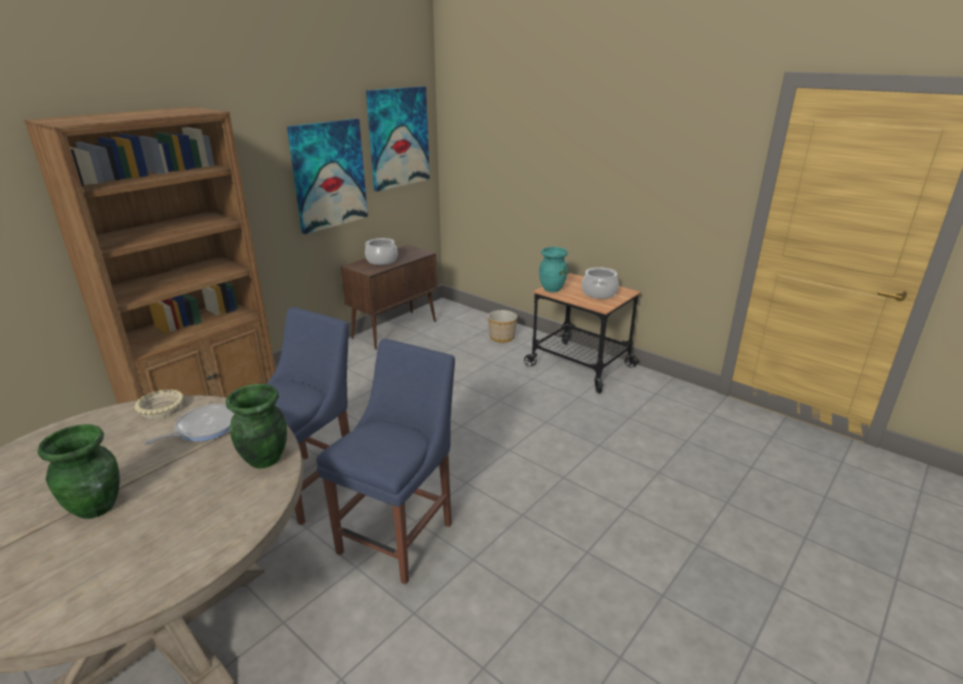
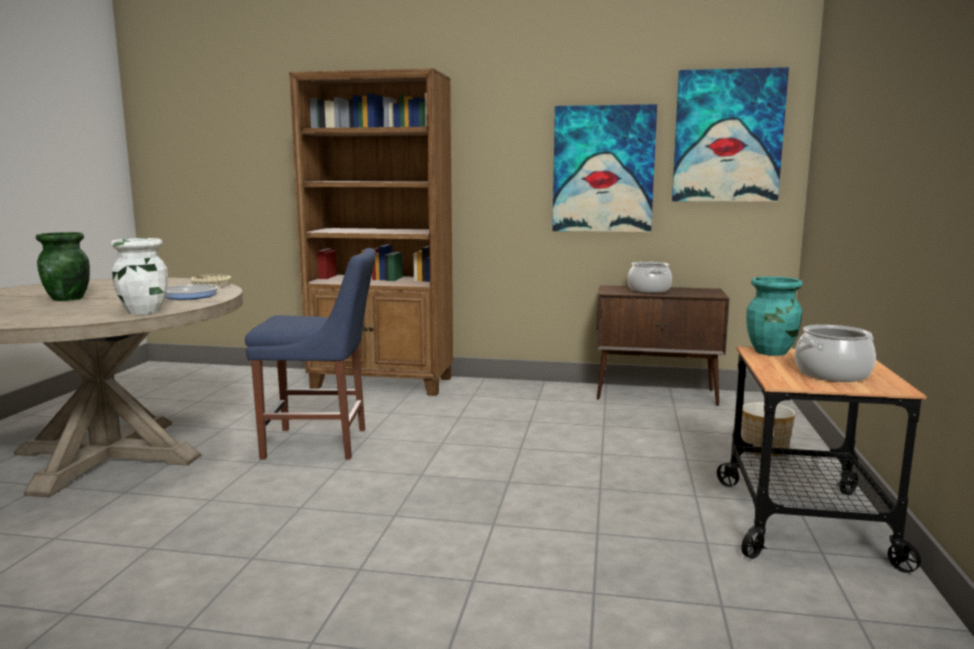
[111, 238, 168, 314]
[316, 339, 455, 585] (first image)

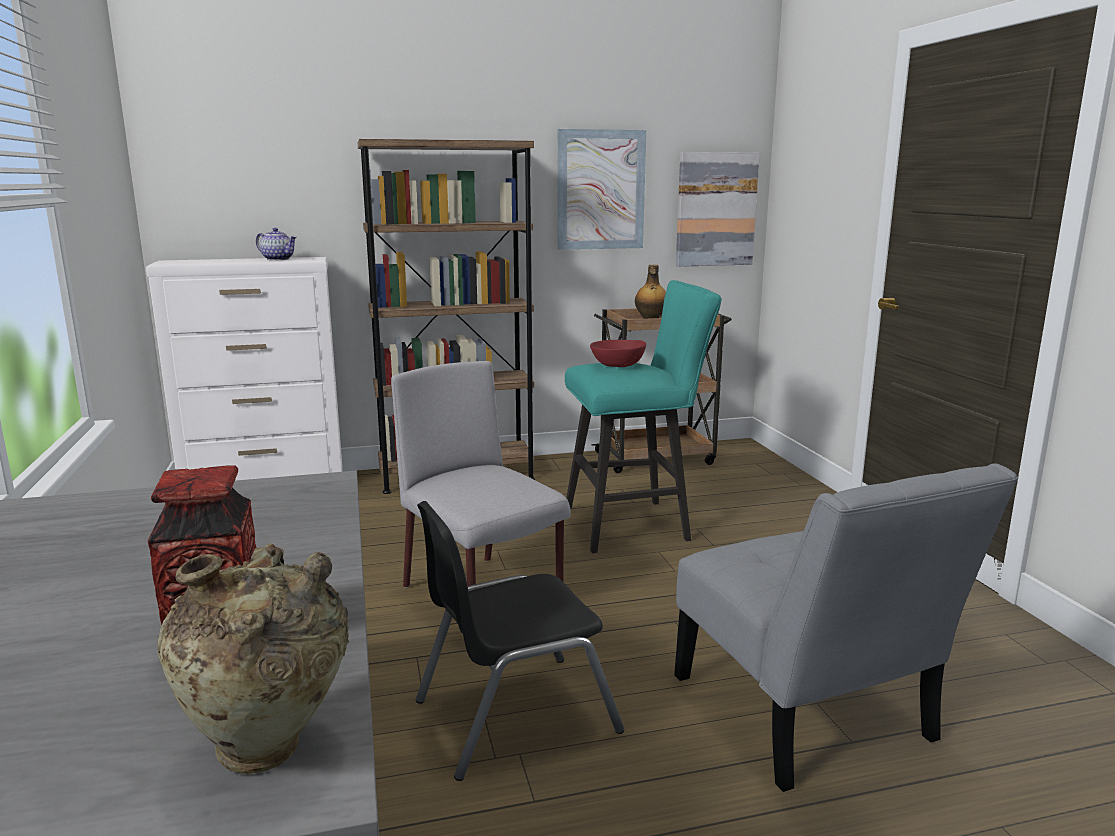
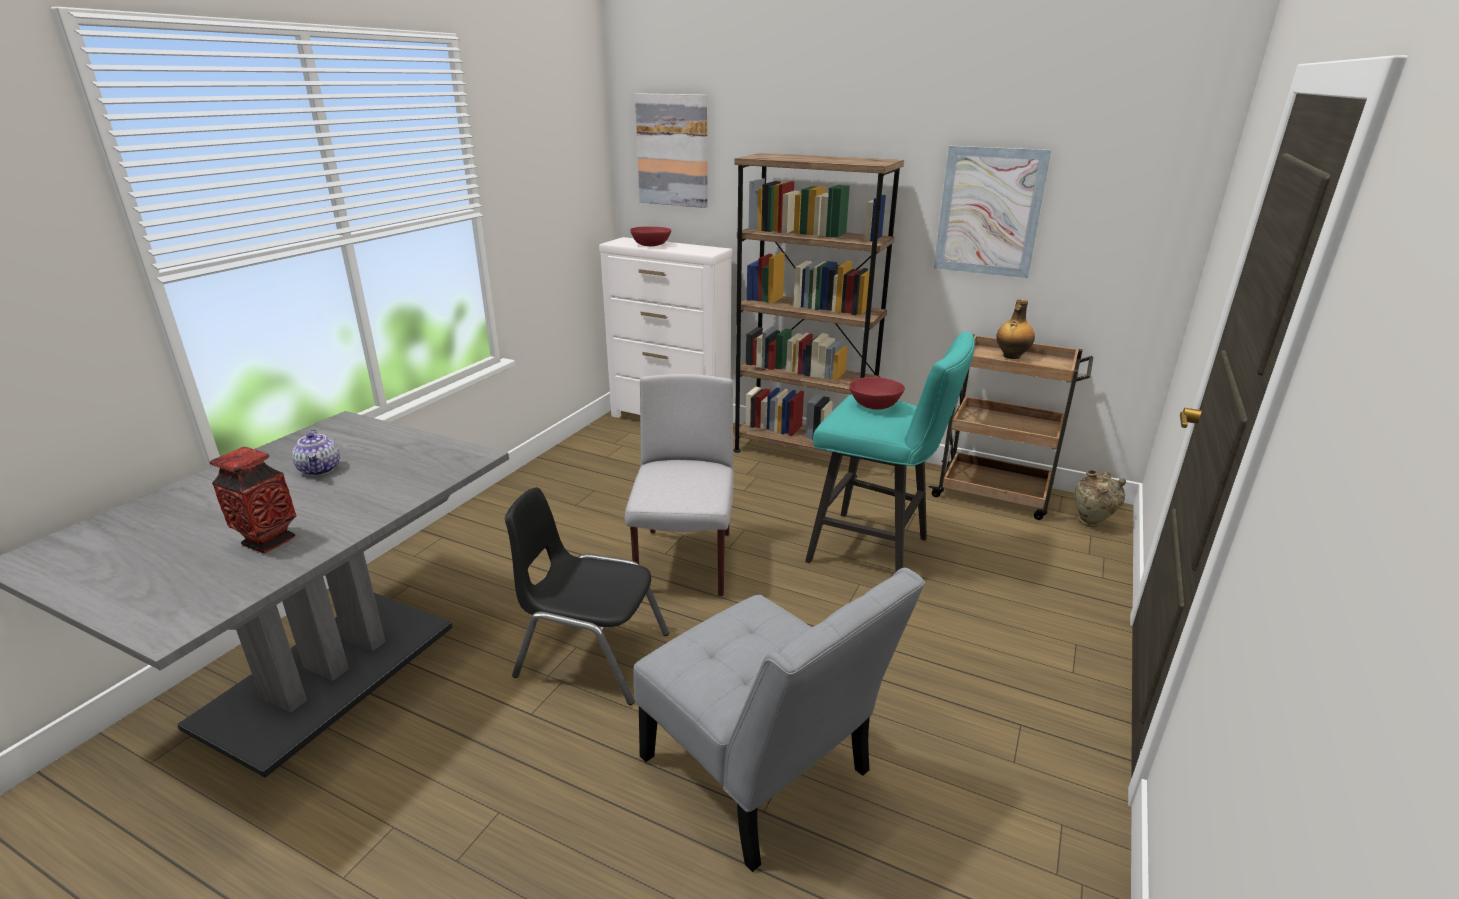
[1075, 470, 1126, 527]
[292, 429, 340, 476]
[633, 568, 925, 872]
[635, 93, 708, 208]
[630, 227, 671, 246]

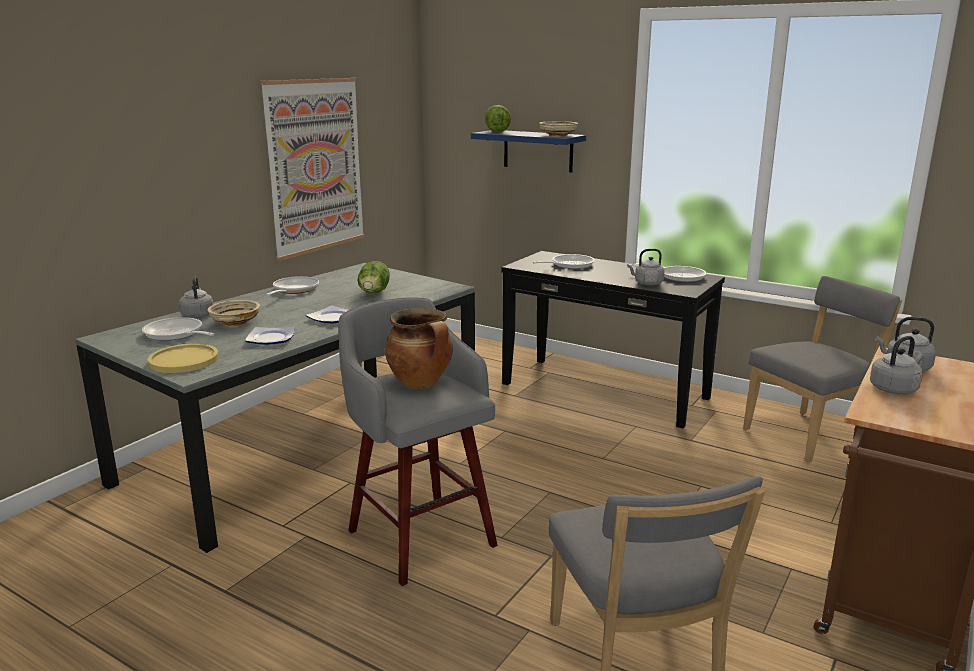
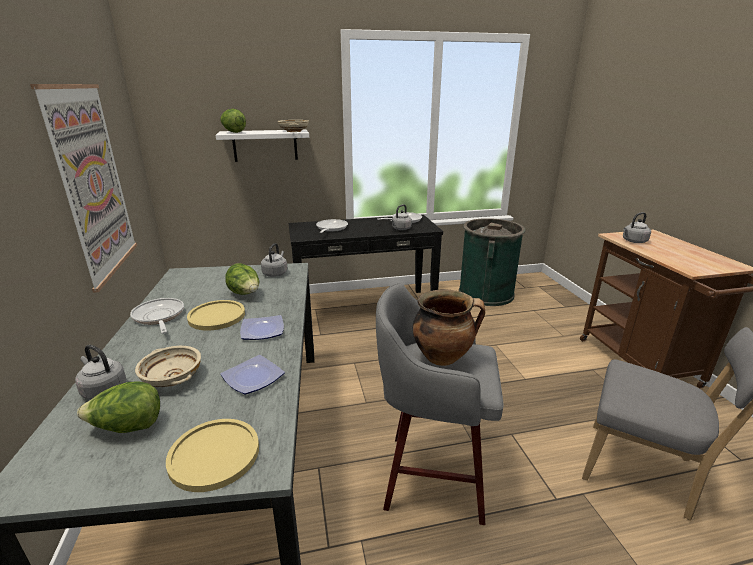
[77, 381, 160, 433]
[216, 130, 309, 162]
[459, 218, 525, 306]
[261, 243, 288, 277]
[187, 300, 245, 331]

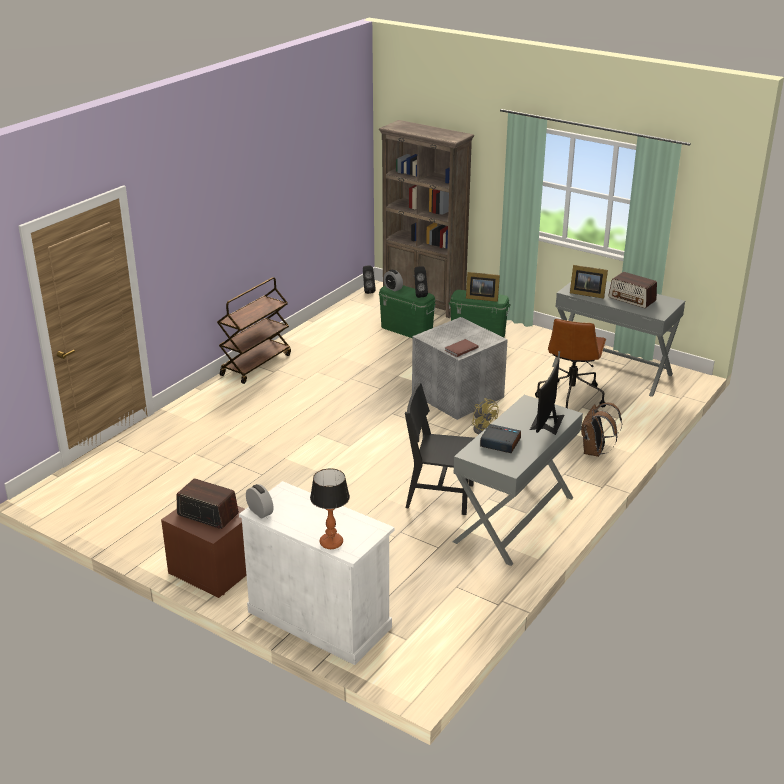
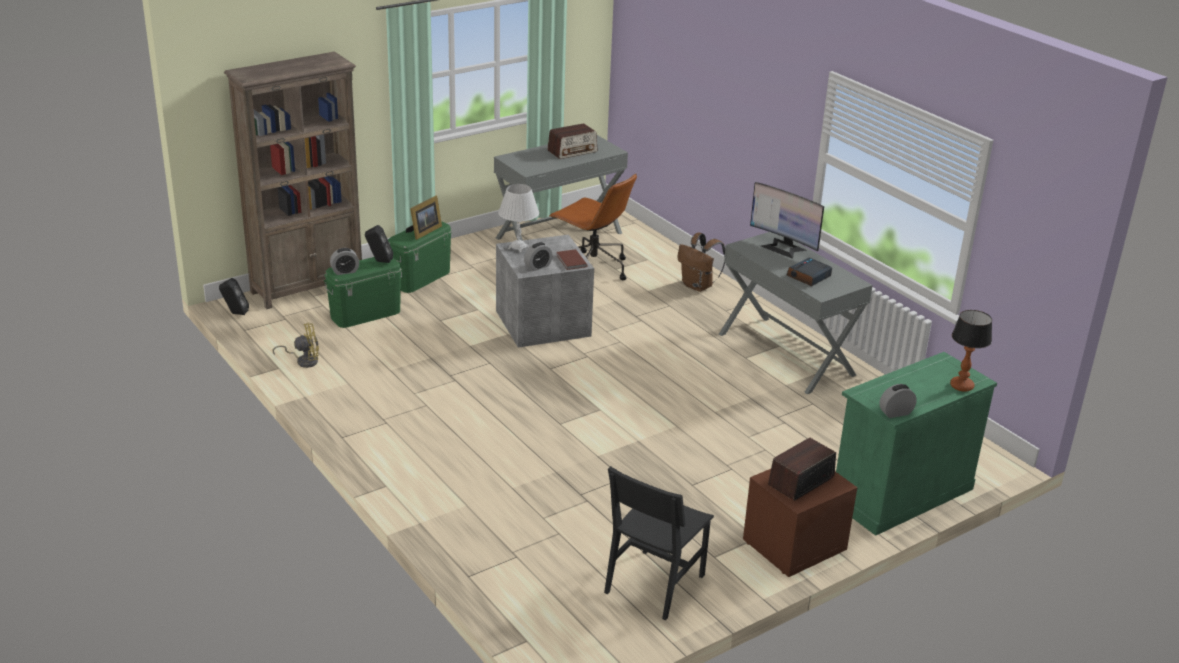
[217, 277, 291, 384] (first image)
[836, 352, 997, 536]
[604, 466, 714, 620]
[273, 323, 319, 368]
[570, 265, 608, 299] (first image)
[498, 184, 539, 253]
[524, 242, 553, 271]

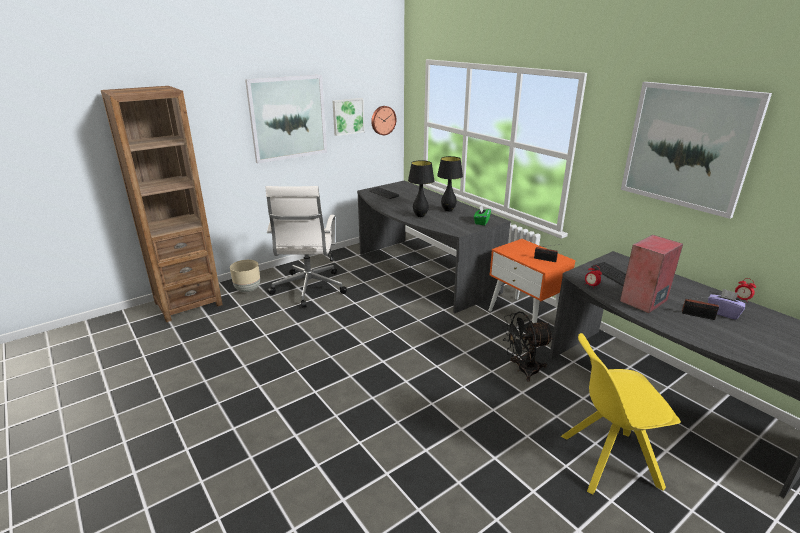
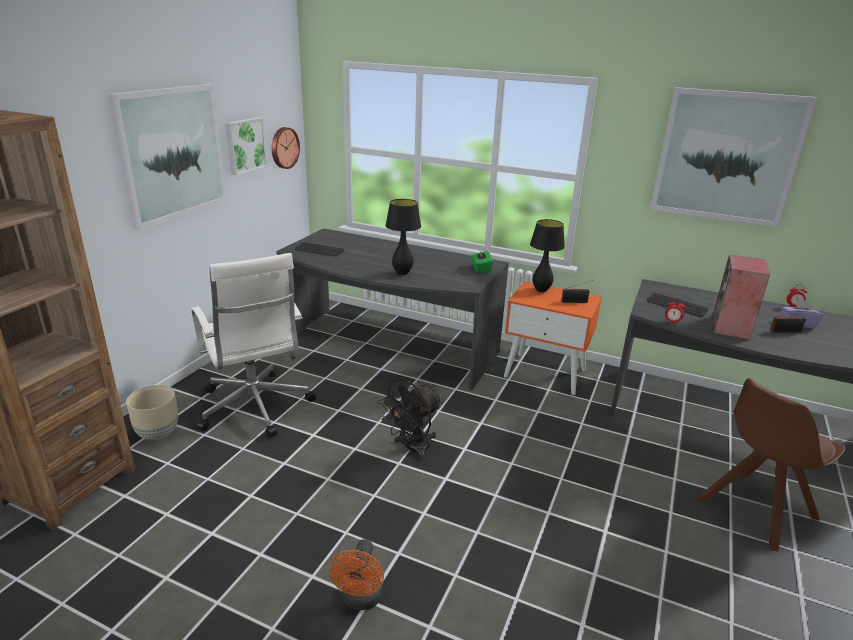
[530, 219, 565, 292]
[377, 378, 443, 461]
[699, 378, 846, 551]
[329, 539, 384, 610]

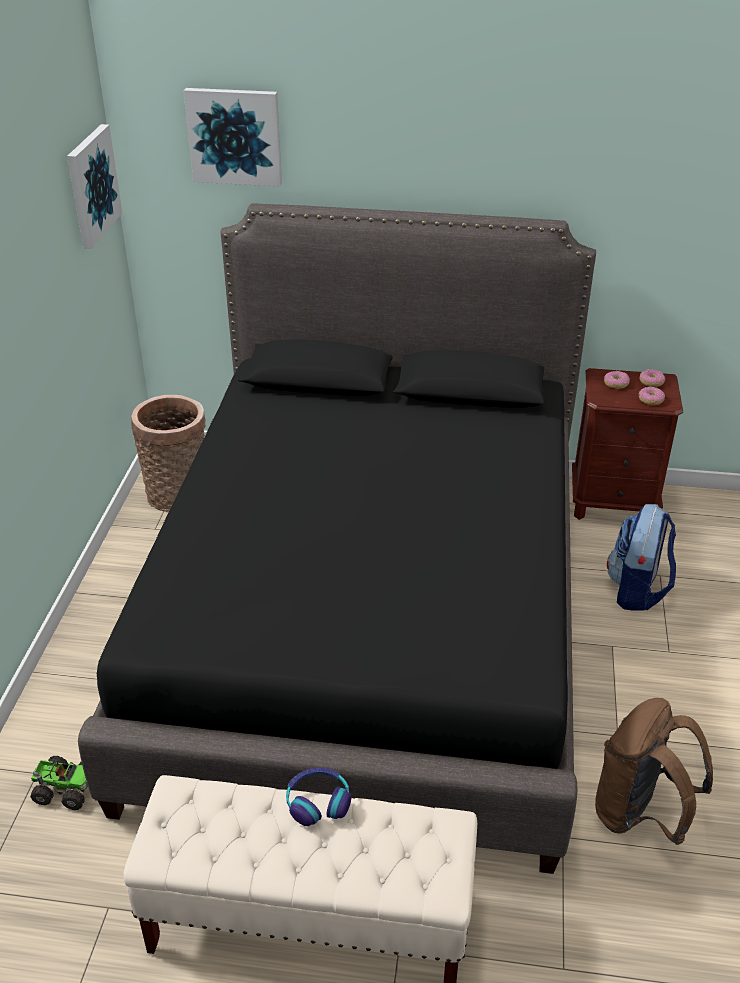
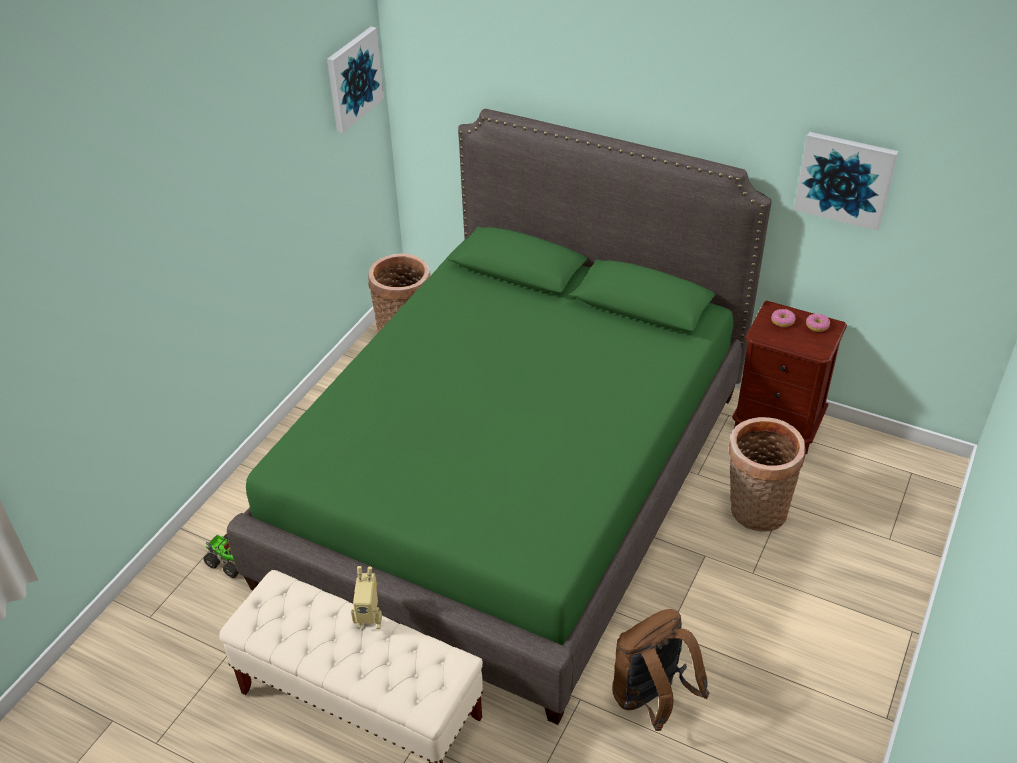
[227, 109, 772, 725]
[794, 132, 898, 230]
[351, 566, 382, 629]
[728, 417, 805, 532]
[639, 387, 665, 405] (first image)

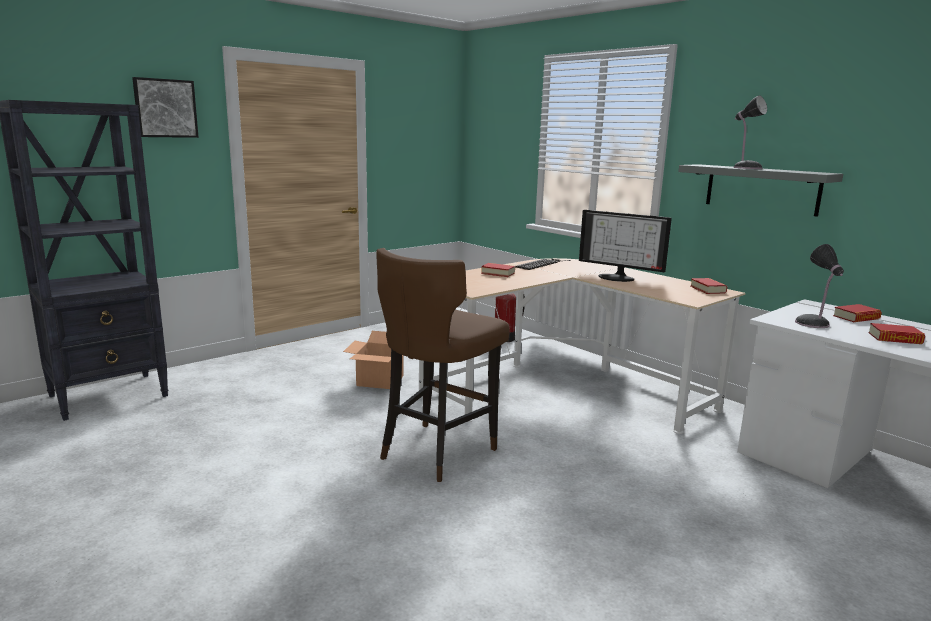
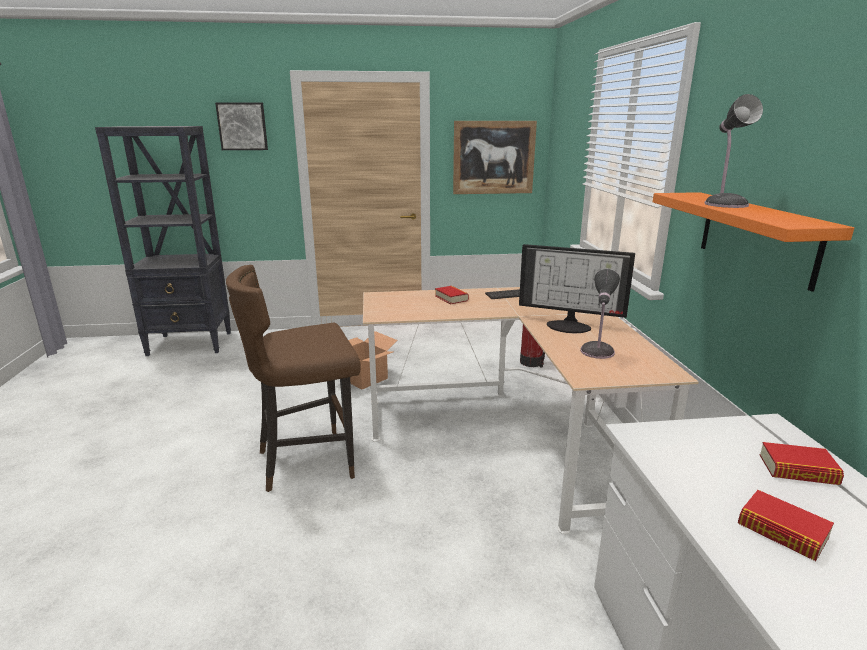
[519, 244, 635, 333]
[653, 192, 854, 292]
[690, 278, 727, 294] (first image)
[580, 269, 620, 359]
[453, 121, 537, 194]

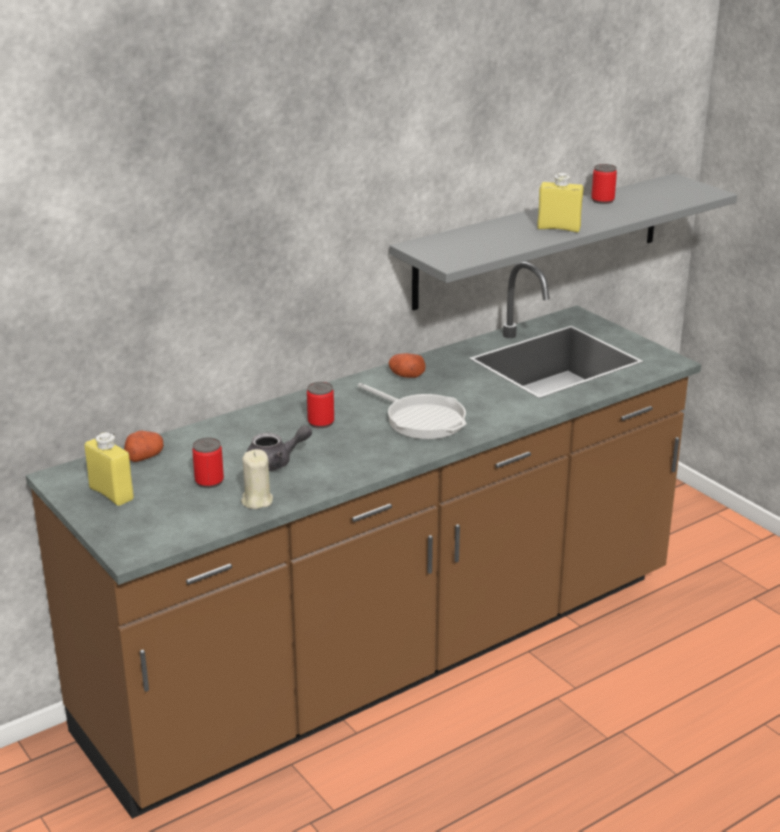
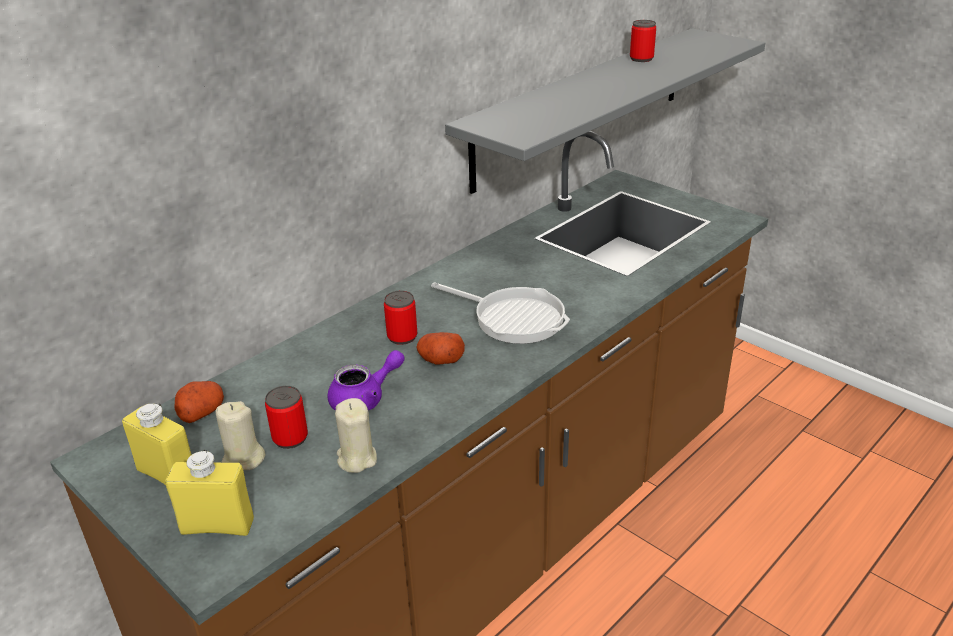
[328, 350, 405, 411]
[416, 332, 465, 364]
[165, 450, 254, 536]
[215, 401, 265, 471]

